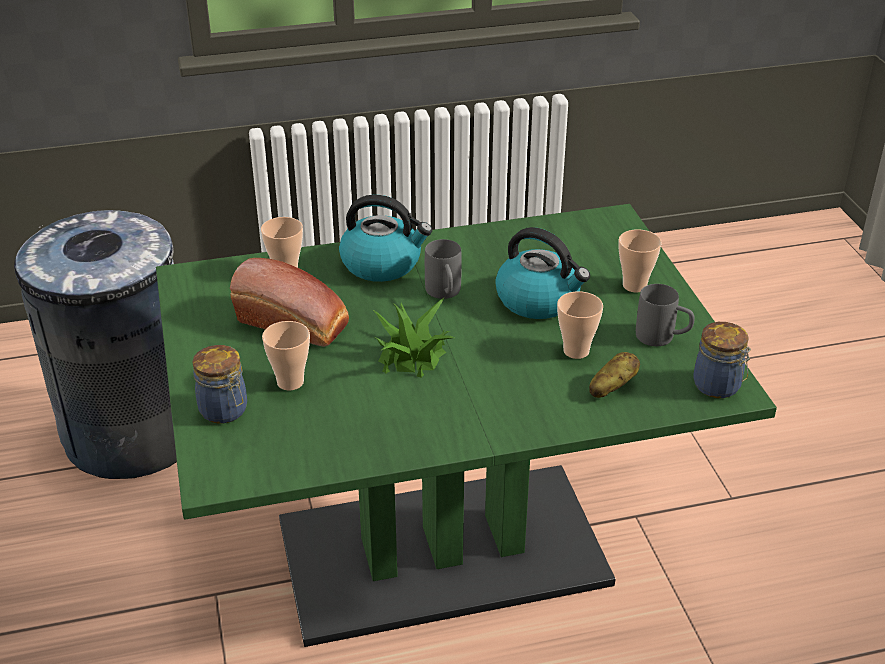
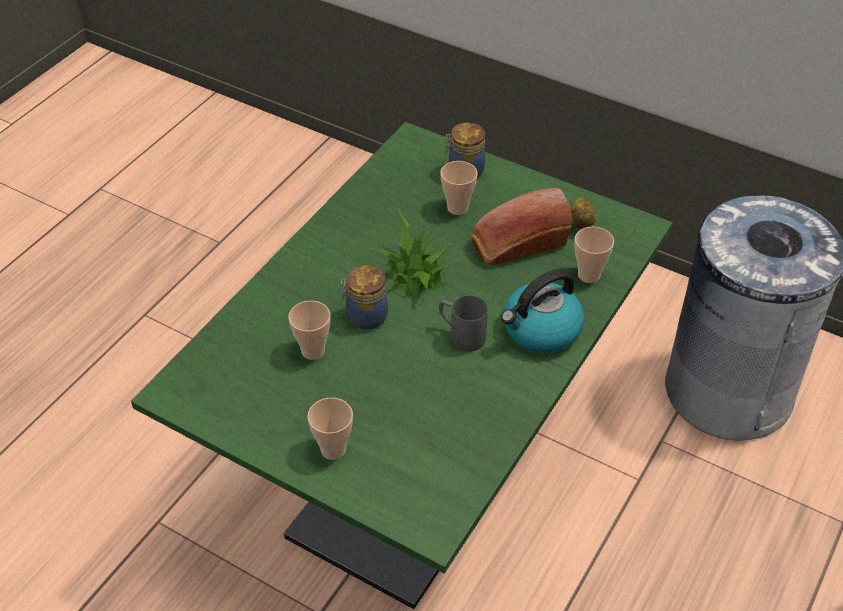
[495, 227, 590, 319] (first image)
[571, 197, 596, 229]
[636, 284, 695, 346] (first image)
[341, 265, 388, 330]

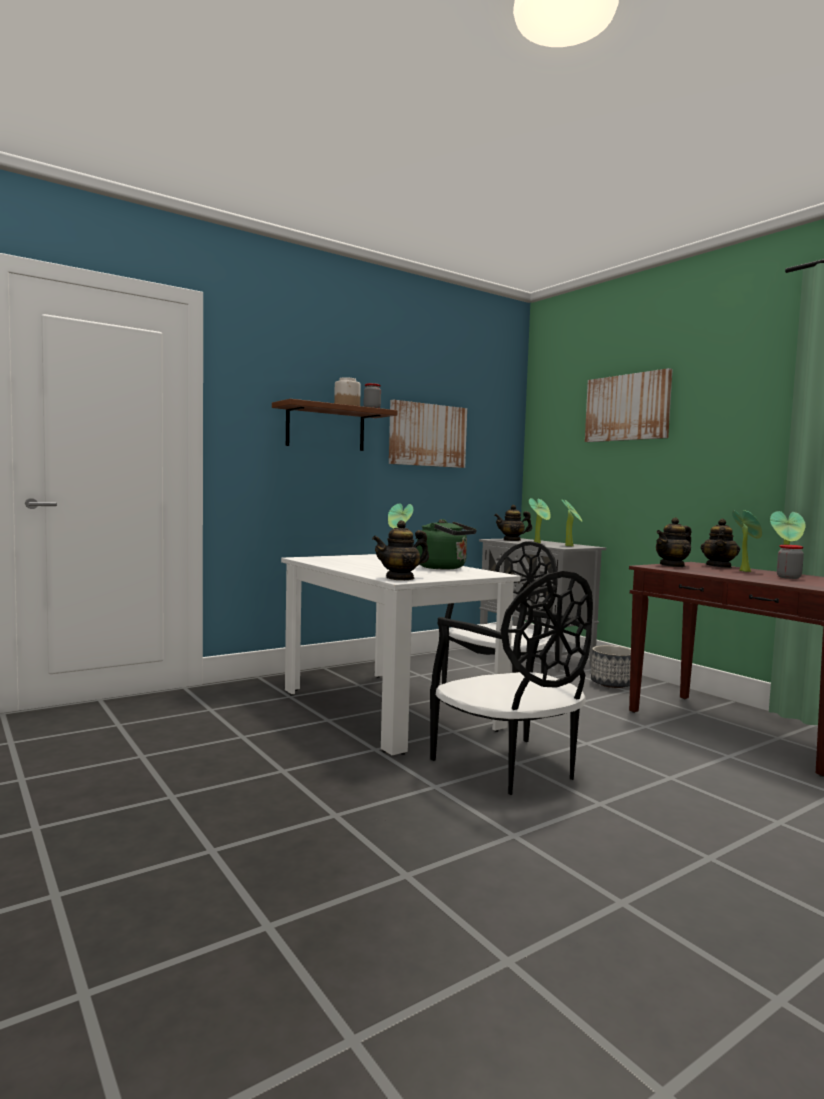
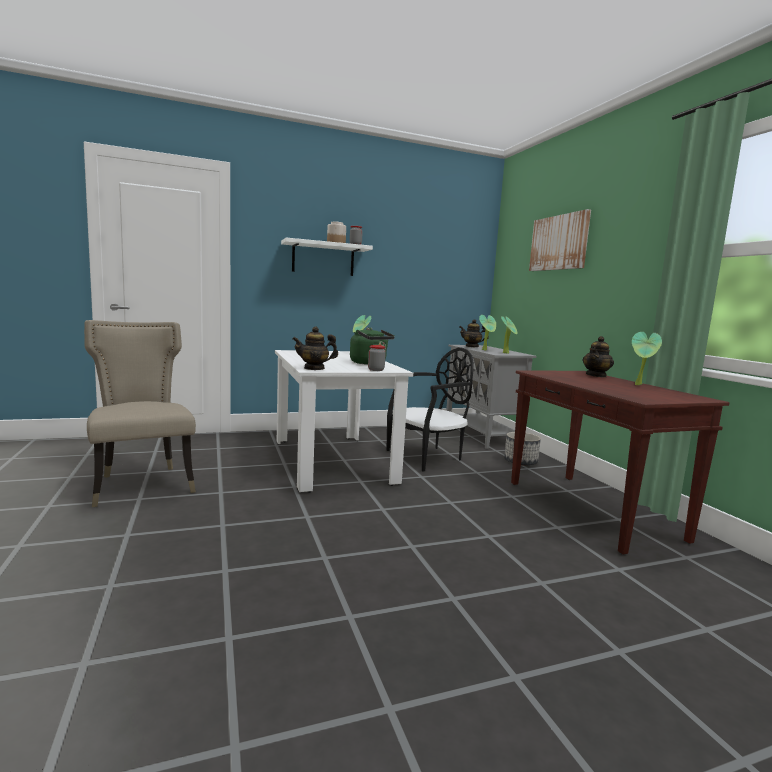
[281, 237, 373, 276]
[389, 400, 467, 468] (first image)
[430, 571, 593, 795] (first image)
[656, 517, 691, 567] (first image)
[732, 510, 762, 572] (first image)
[368, 345, 386, 371]
[84, 320, 196, 507]

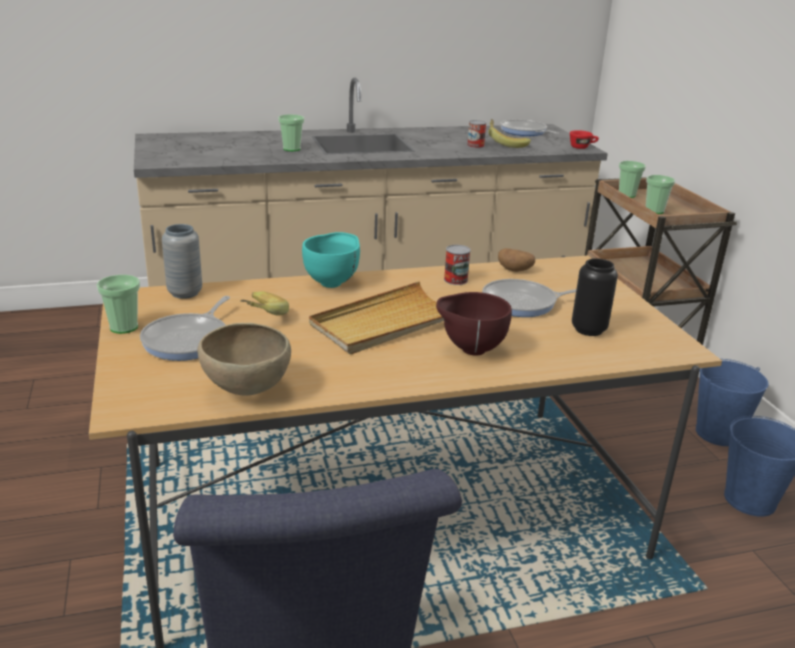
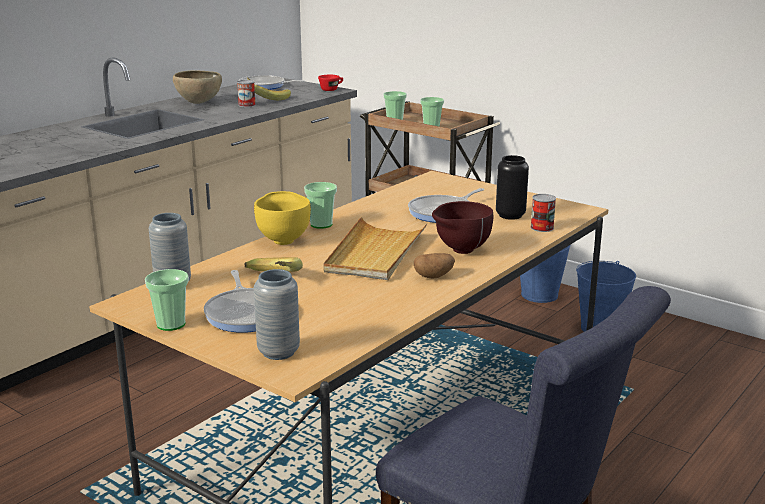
[173, 70, 222, 104]
[304, 182, 337, 229]
[254, 191, 311, 245]
[530, 194, 556, 232]
[414, 253, 455, 279]
[254, 269, 300, 360]

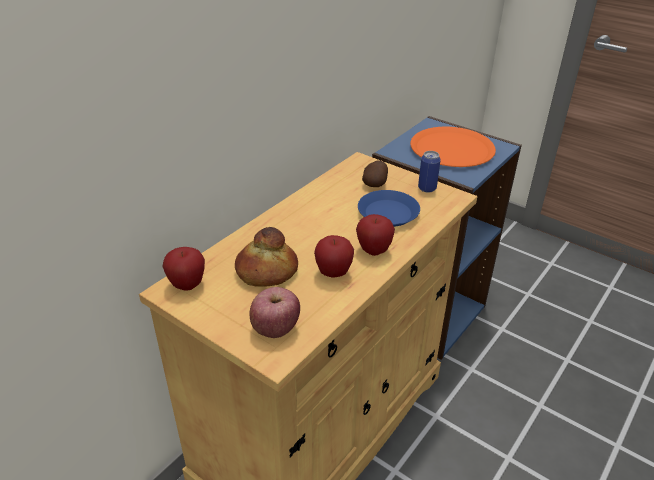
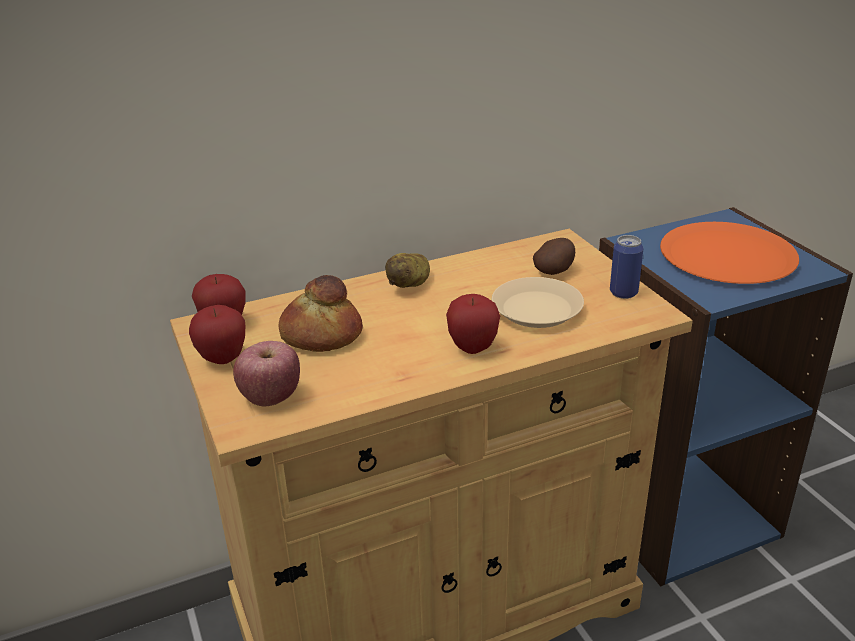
[189, 305, 245, 364]
[492, 277, 584, 328]
[385, 253, 430, 288]

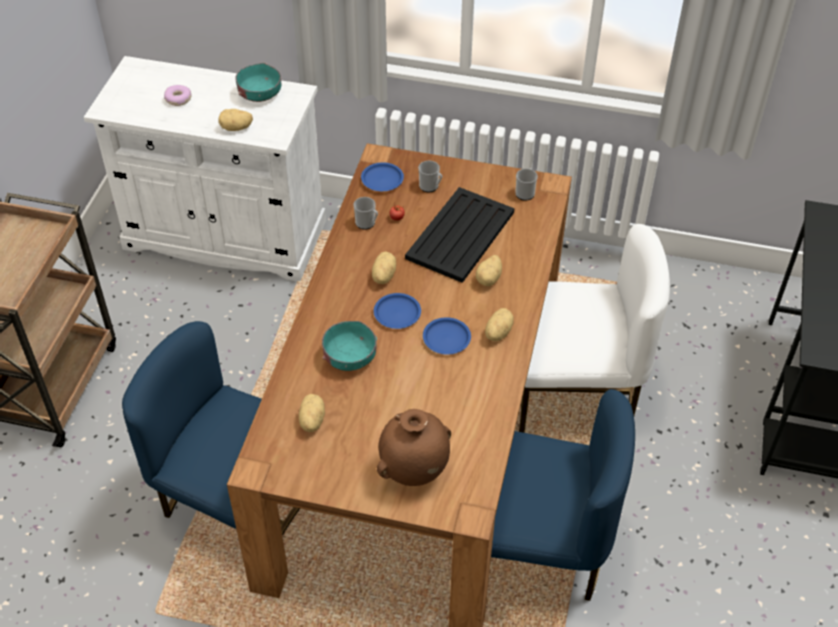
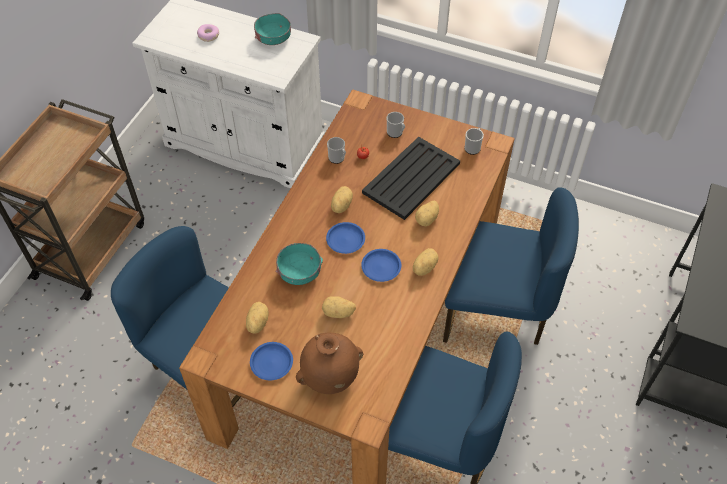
[322, 296, 356, 318]
[250, 342, 293, 380]
[443, 187, 579, 345]

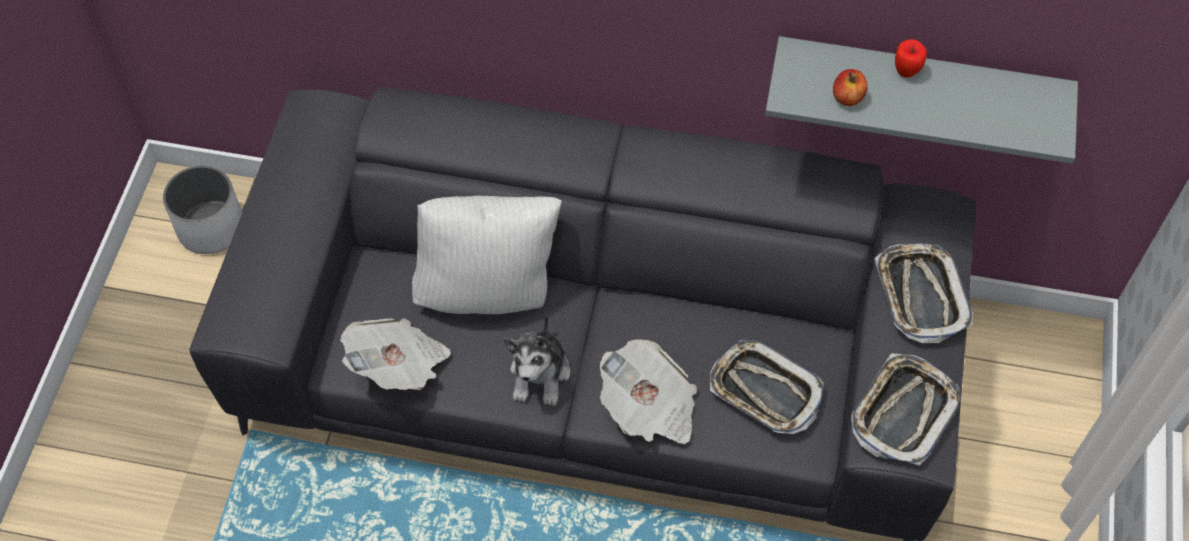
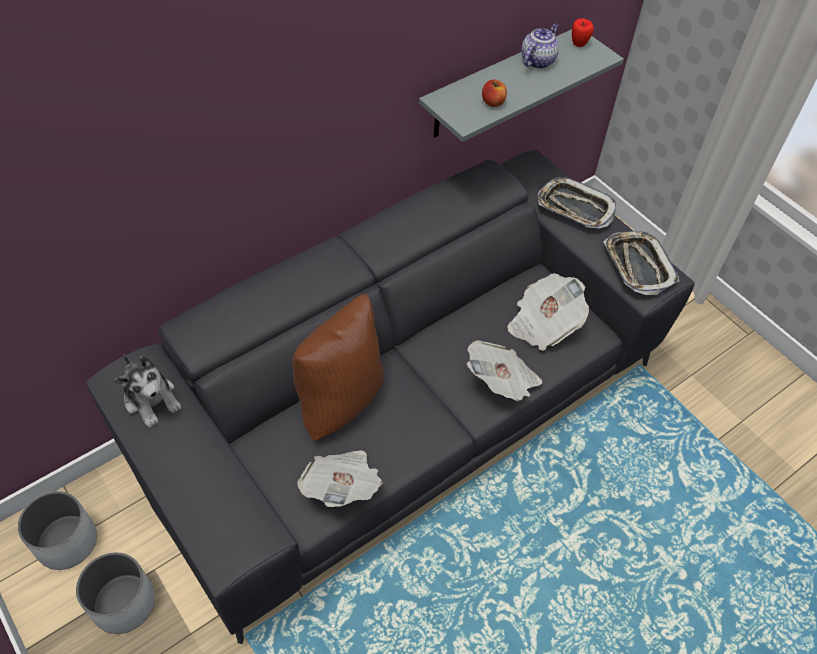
[292, 294, 384, 441]
[114, 354, 181, 428]
[507, 273, 589, 351]
[572, 18, 594, 47]
[76, 552, 155, 634]
[521, 23, 559, 69]

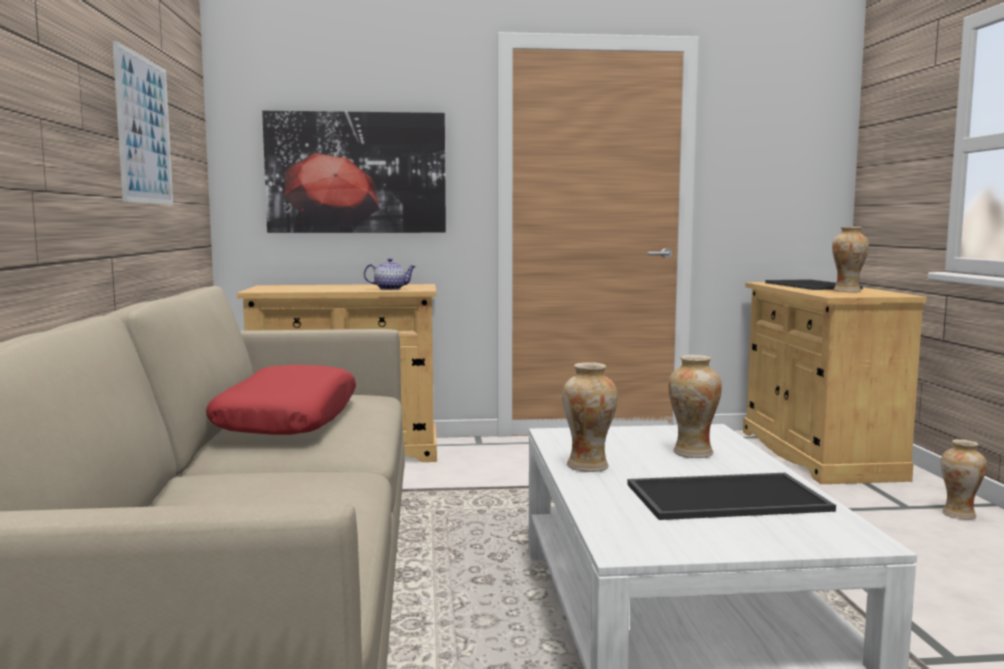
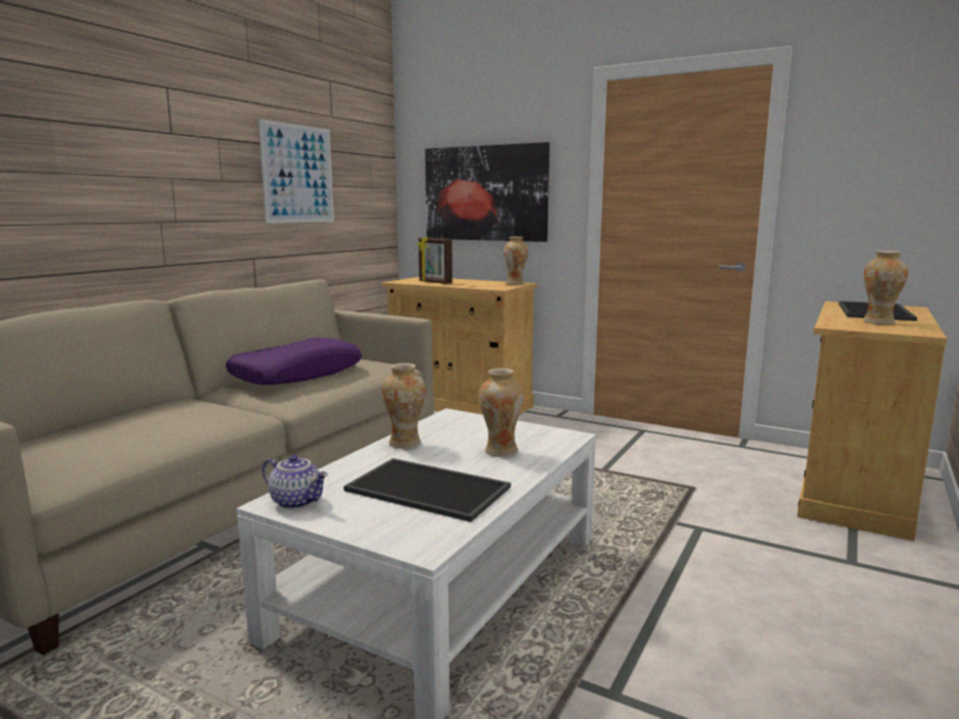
[226, 338, 362, 385]
[262, 455, 328, 509]
[504, 237, 528, 285]
[417, 237, 452, 284]

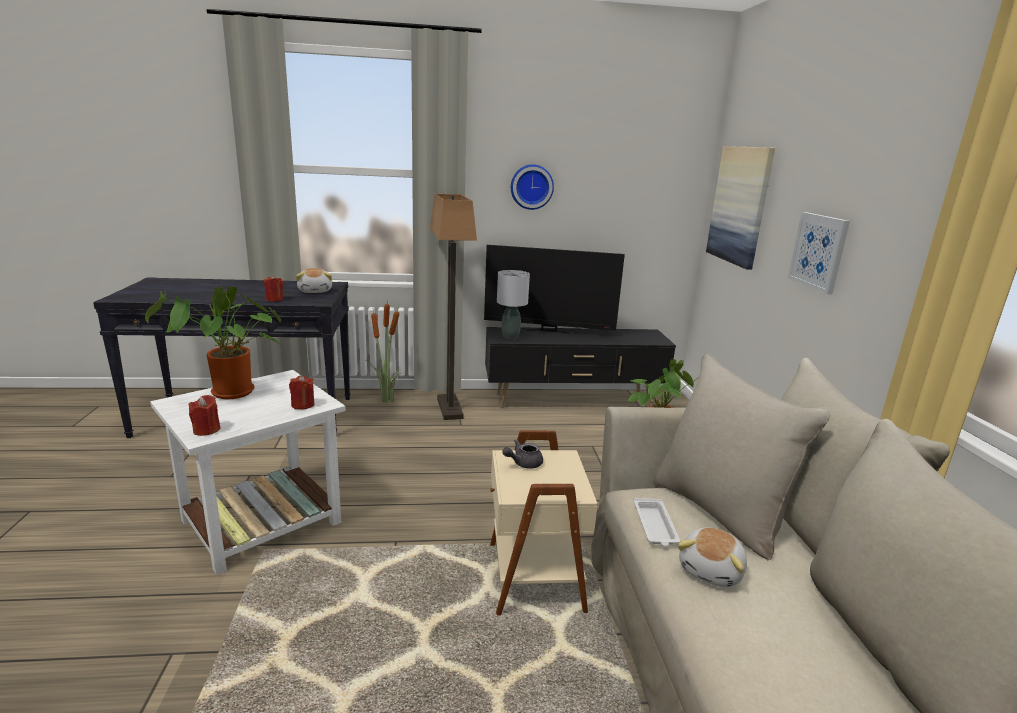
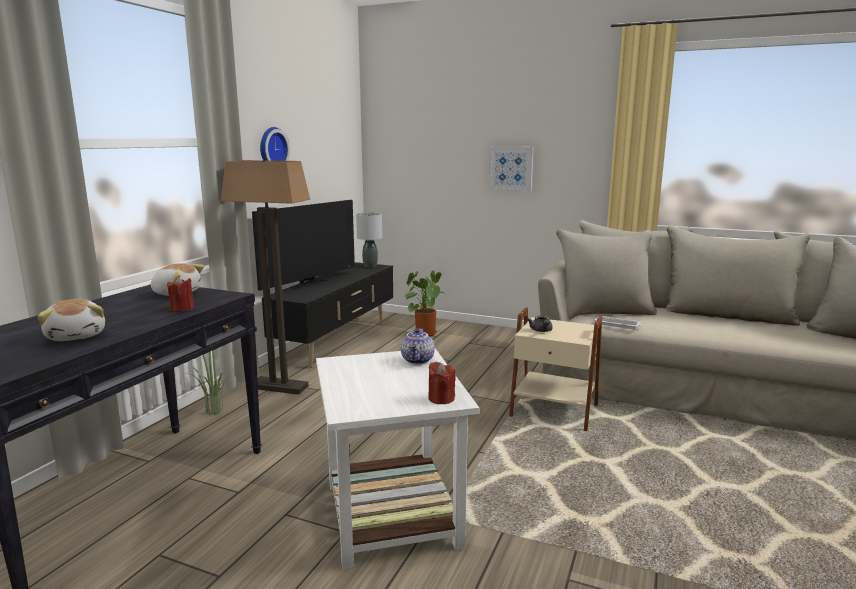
[145, 286, 282, 399] (first image)
[401, 328, 435, 365]
[356, 212, 382, 267]
[37, 299, 105, 341]
[706, 146, 775, 270] (first image)

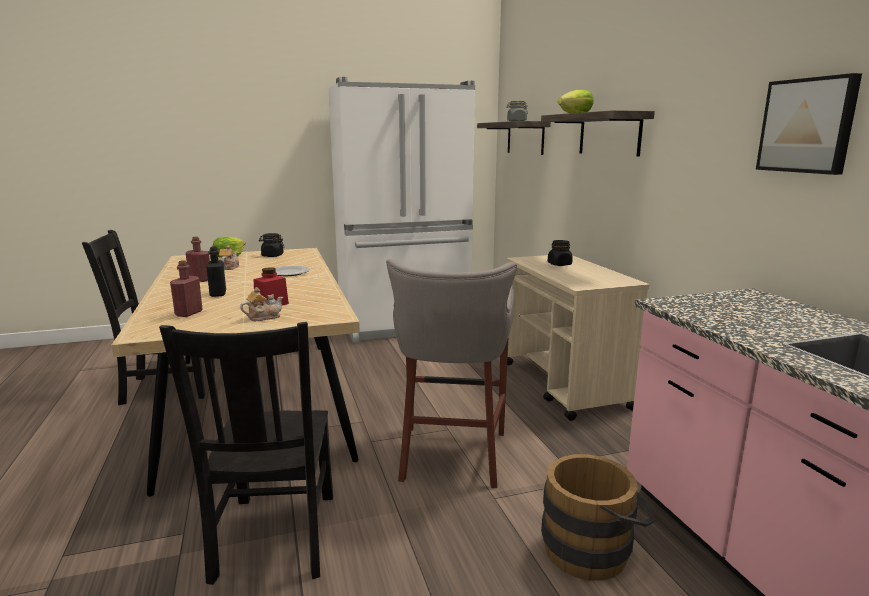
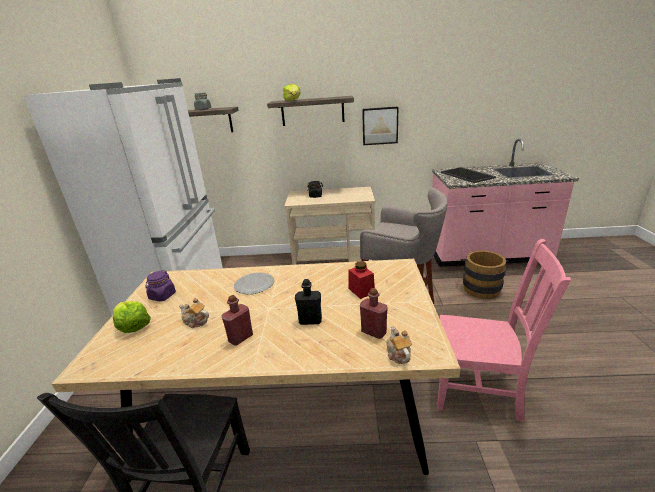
[437, 239, 571, 422]
[386, 326, 412, 364]
[145, 270, 176, 302]
[362, 106, 398, 145]
[441, 167, 496, 183]

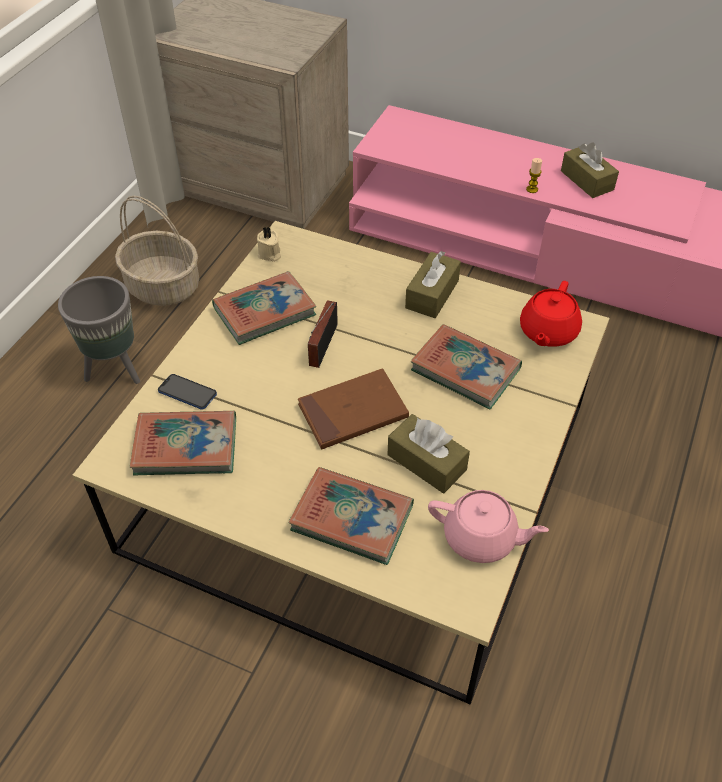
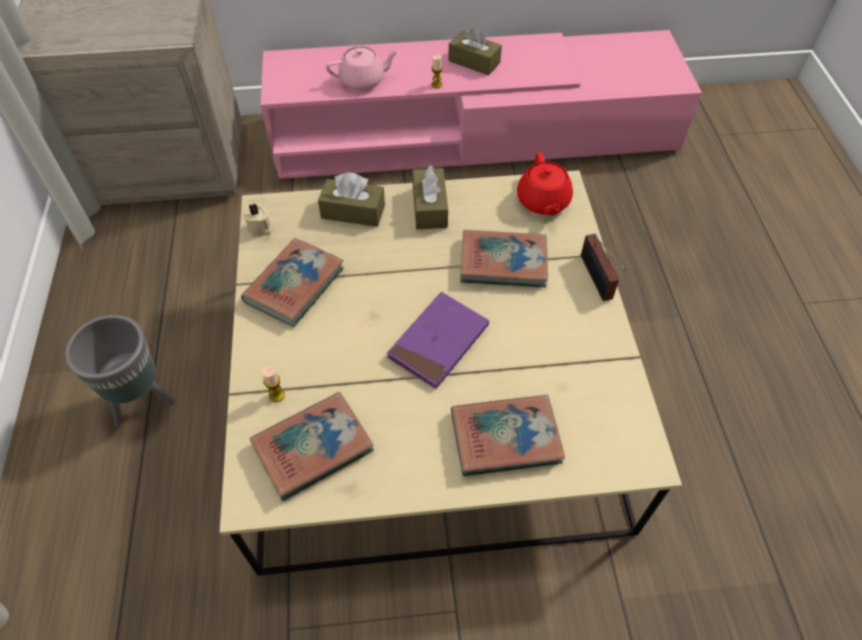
[115, 196, 199, 306] (first image)
[262, 365, 285, 402]
[387, 292, 489, 389]
[581, 234, 626, 301]
[318, 173, 385, 227]
[326, 46, 399, 90]

